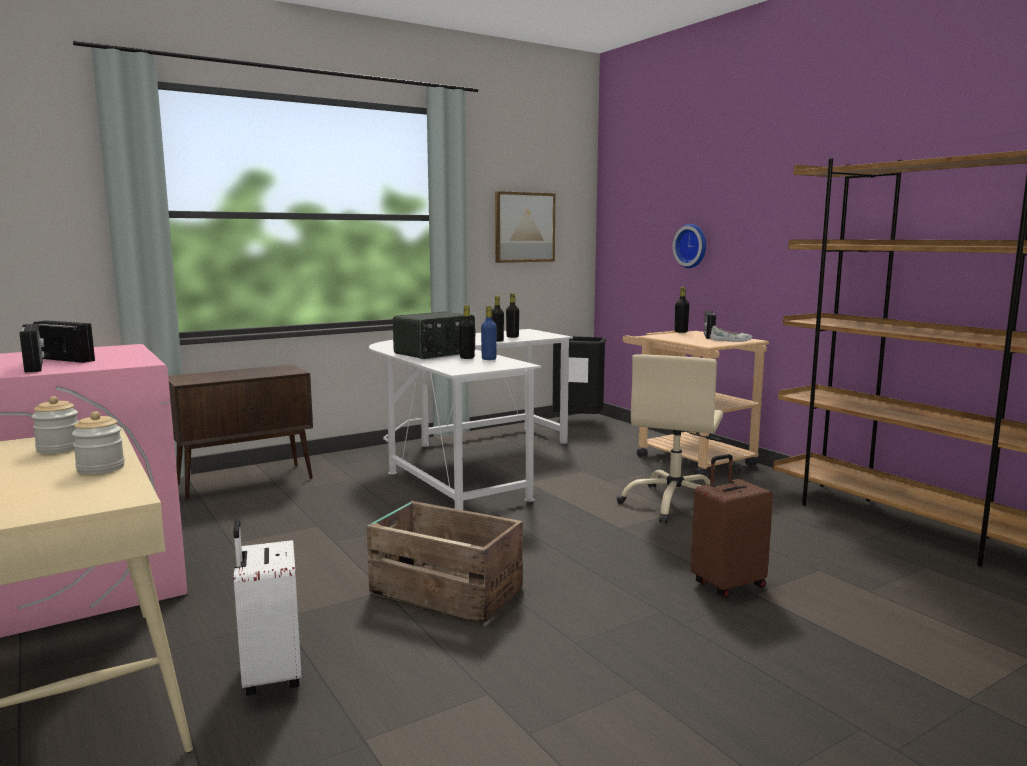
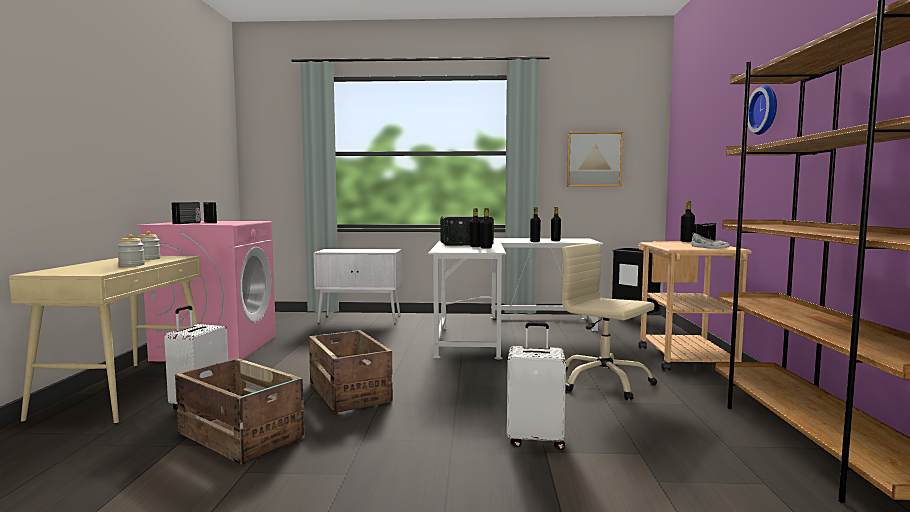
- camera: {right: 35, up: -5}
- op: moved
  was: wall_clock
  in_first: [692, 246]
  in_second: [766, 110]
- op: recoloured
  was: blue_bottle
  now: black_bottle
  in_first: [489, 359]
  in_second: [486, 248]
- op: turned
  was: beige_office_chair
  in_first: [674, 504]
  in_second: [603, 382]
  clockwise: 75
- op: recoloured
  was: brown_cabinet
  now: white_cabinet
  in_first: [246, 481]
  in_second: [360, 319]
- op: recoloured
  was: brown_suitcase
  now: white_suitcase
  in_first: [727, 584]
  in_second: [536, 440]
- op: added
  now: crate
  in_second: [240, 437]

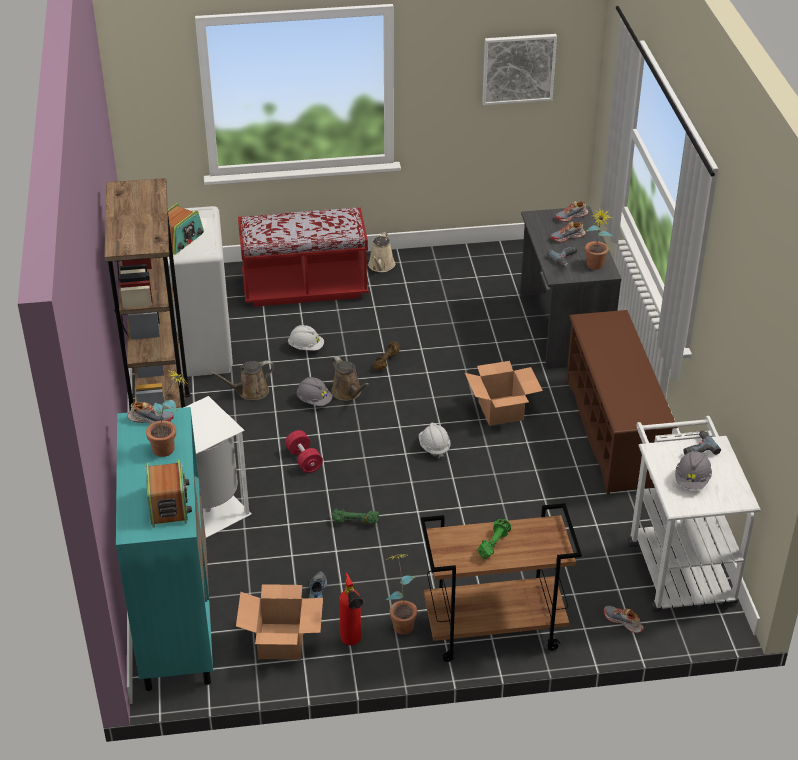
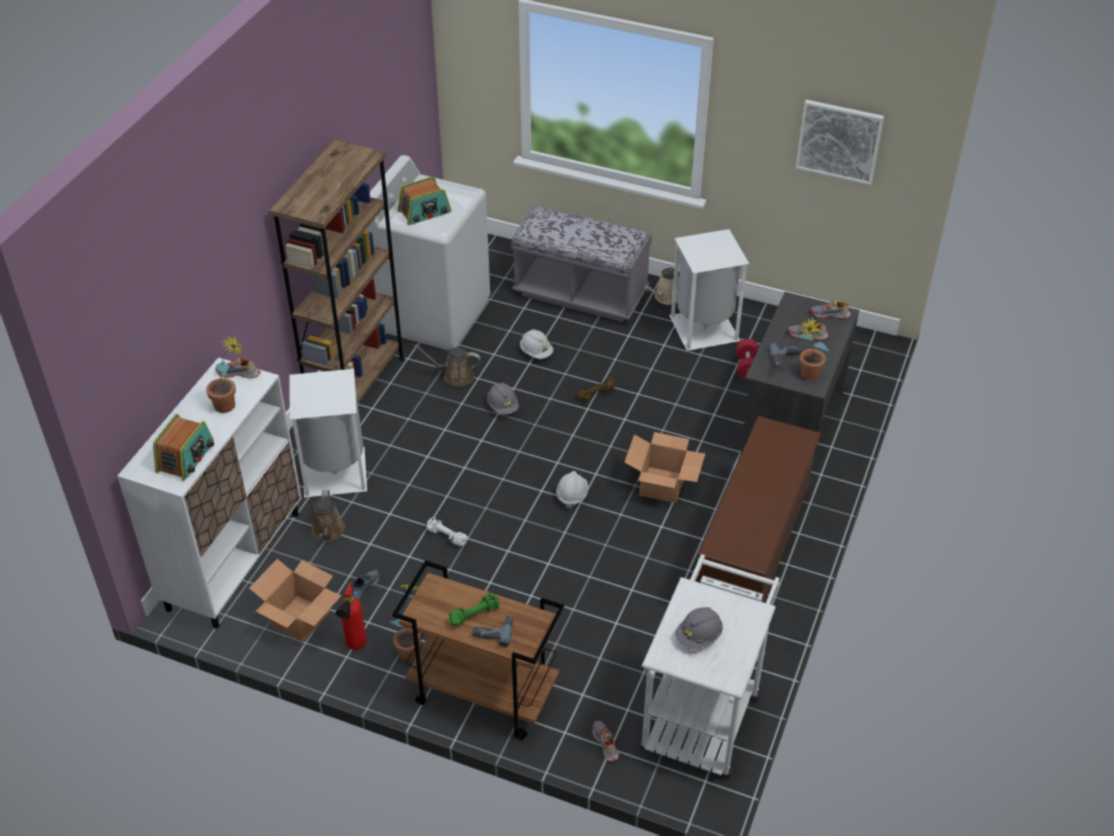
- camera: {right: 30, up: 5}
- op: recoloured
  was: red_bench
  now: grey_bench
  in_first: [305, 287]
  in_second: [580, 294]
- op: moved
  was: brown_watering_can
  in_first: [348, 393]
  in_second: [328, 531]
- op: turned
  was: shoe
  in_first: [151, 419]
  in_second: [238, 373]
  clockwise: 150
- op: recoloured
  was: turquoise_cabinet
  now: white_cabinet
  in_first: [176, 620]
  in_second: [234, 560]
- op: moved
  was: red_dumbbell
  in_first: [304, 460]
  in_second: [747, 367]
- op: moved
  was: power_drill
  in_first: [697, 447]
  in_second: [493, 631]
- op: recoloured
  was: green_dumbbell
  now: white_dumbbell
  in_first: [355, 522]
  in_second: [446, 537]
- op: added
  now: white_trash_can
  in_second: [705, 329]

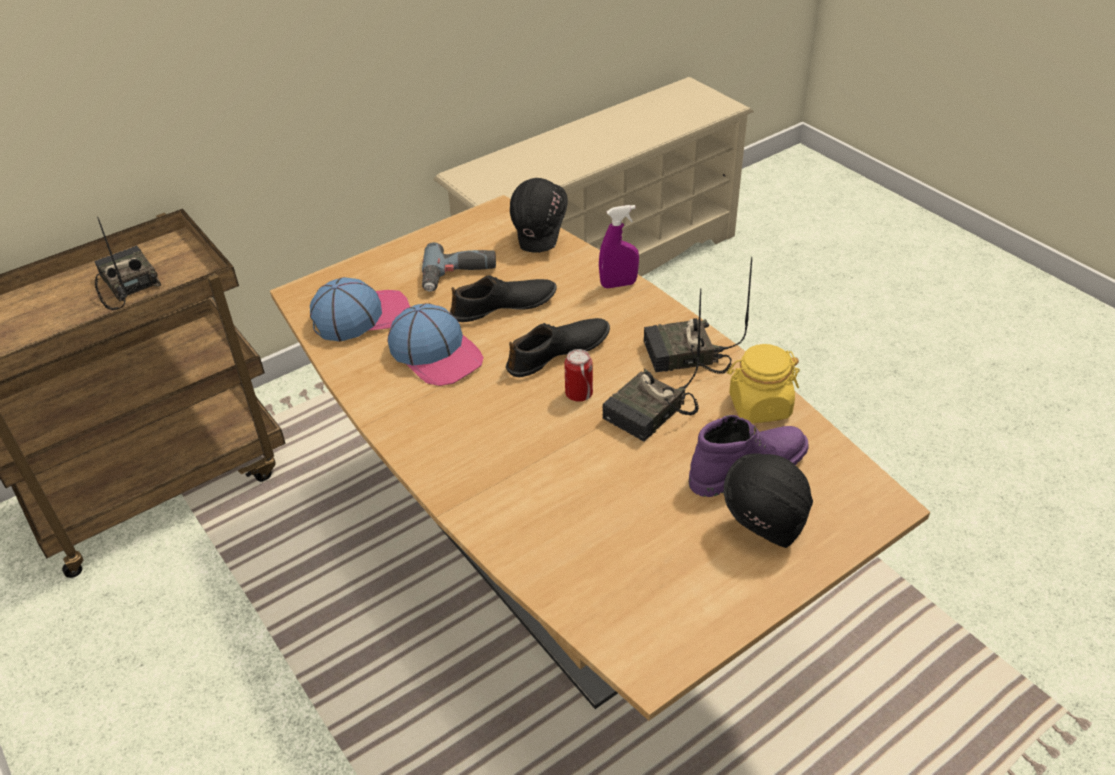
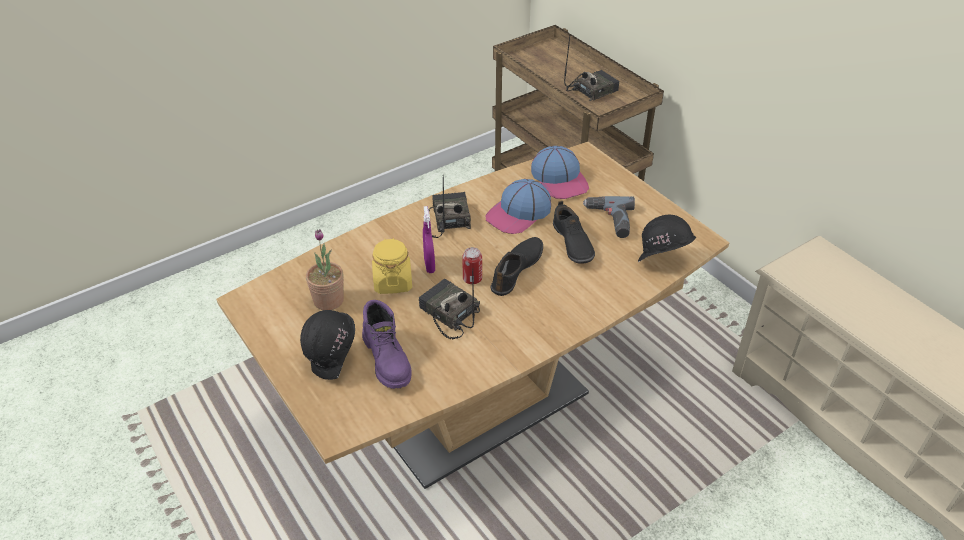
- camera: {right: 90, up: 0}
- op: moved
  was: purple_spray_bottle
  in_first: [618, 284]
  in_second: [429, 265]
- op: moved
  was: radio
  in_first: [685, 357]
  in_second: [447, 219]
- op: turned
  was: black_shoe
  in_first: [558, 353]
  in_second: [517, 270]
  clockwise: -120
- op: moved
  was: yellow_jar
  in_first: [759, 406]
  in_second: [392, 282]
- op: added
  now: potted_plant
  in_second: [328, 300]

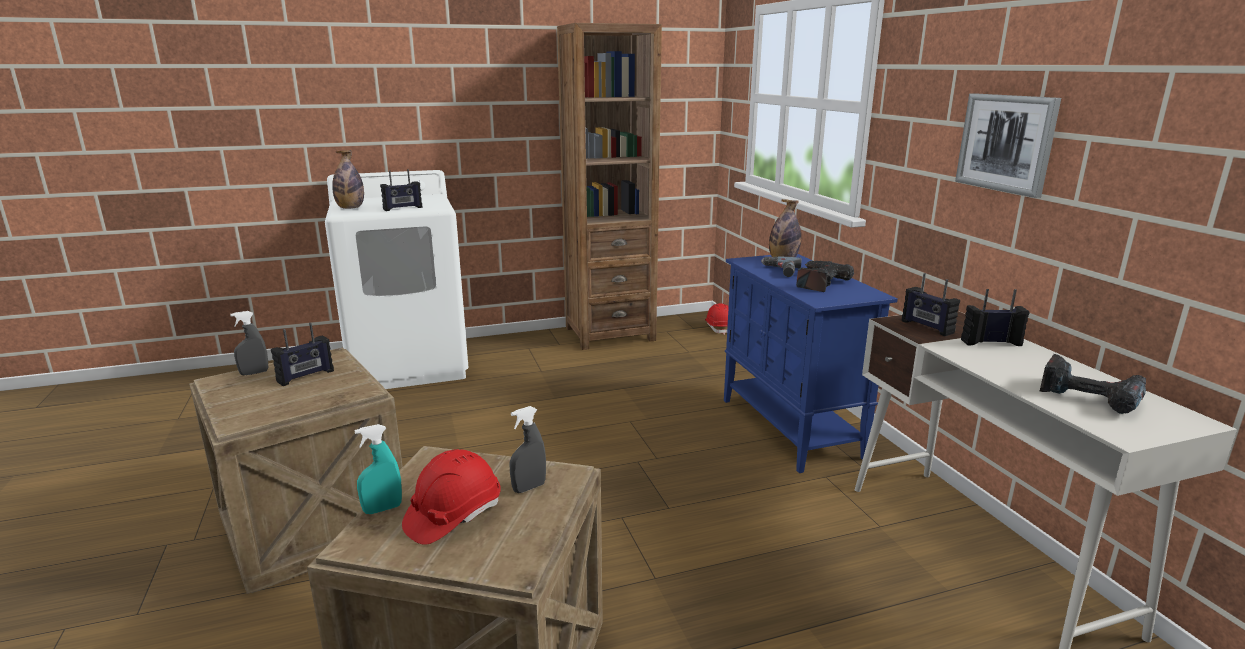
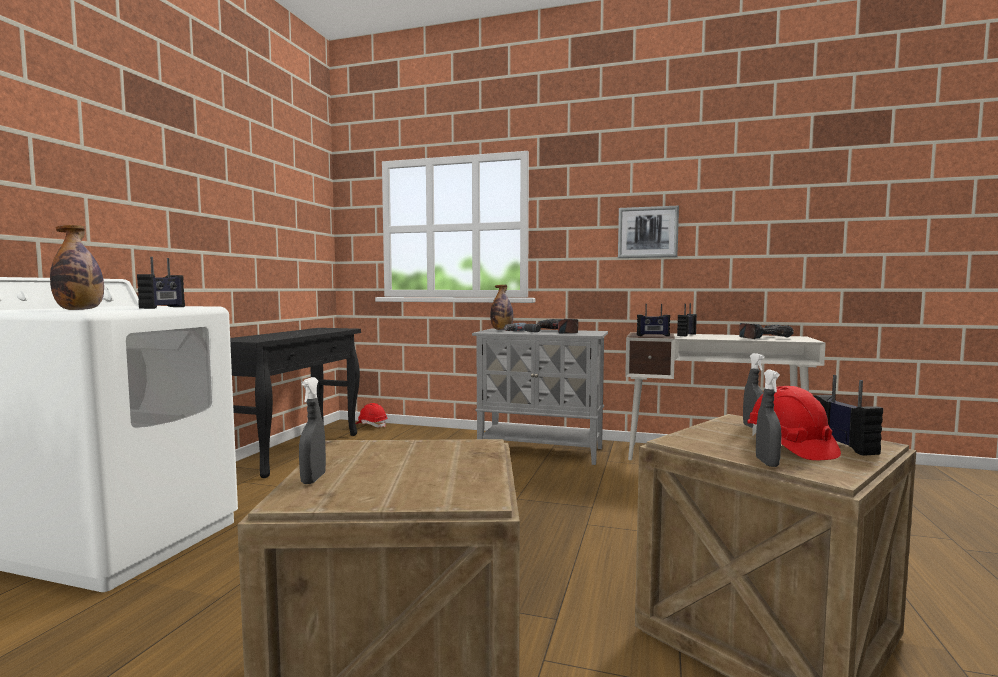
- camera: {right: -55, up: -15}
- op: replaced
  was: brown_bookcase
  now: black_console_table
  in_first: [609, 334]
  in_second: [296, 451]
- op: recoloured
  was: blue_cabinet
  now: grey_cabinet
  in_first: [791, 428]
  in_second: [542, 451]
- op: moved
  was: radio
  in_first: [306, 376]
  in_second: [844, 445]
- op: recoloured
  was: turquoise_spray_bottle
  now: grey_spray_bottle
  in_first: [382, 509]
  in_second: [767, 462]

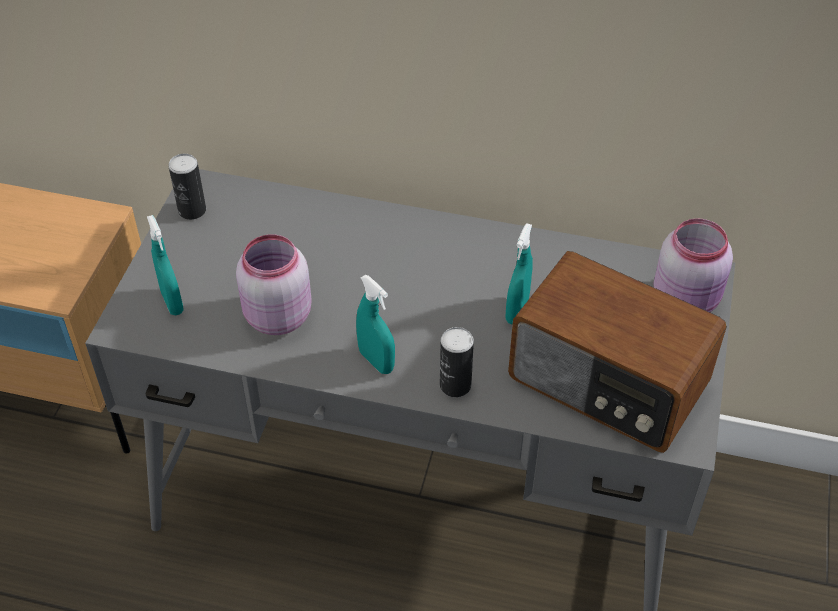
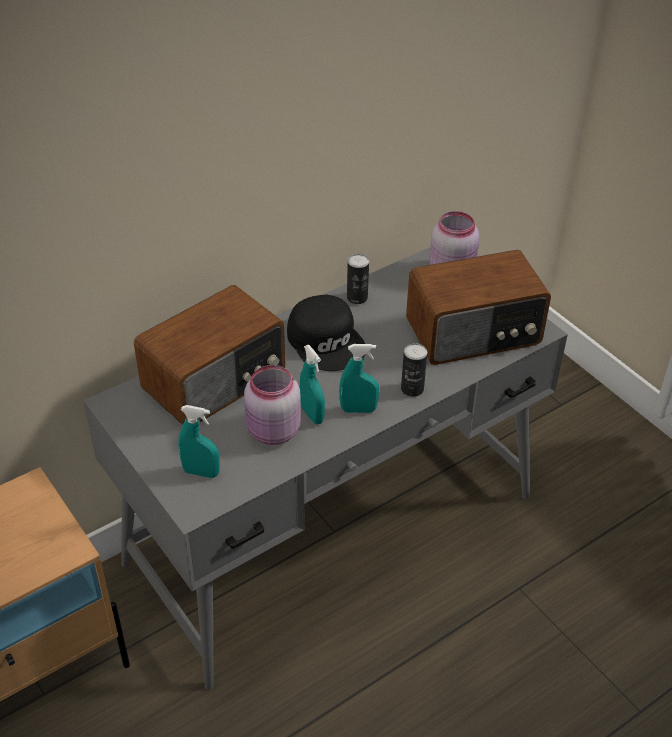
- camera: {right: -50, up: -5}
- op: moved
  was: can
  in_first: [192, 210]
  in_second: [357, 298]
- op: moved
  was: turquoise_spray_bottle
  in_first: [517, 311]
  in_second: [312, 414]
- op: added
  now: radio
  in_second: [216, 381]
- op: added
  now: black_cap
  in_second: [327, 340]

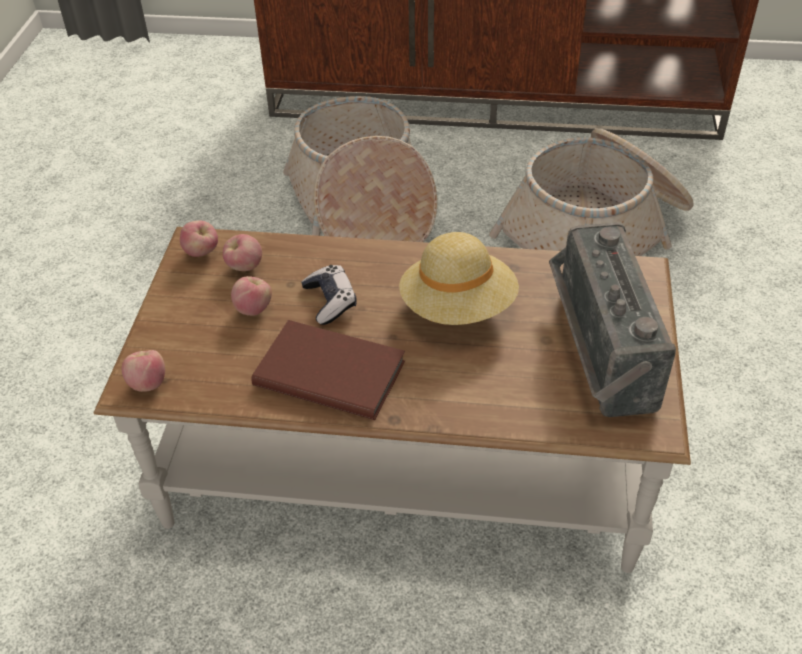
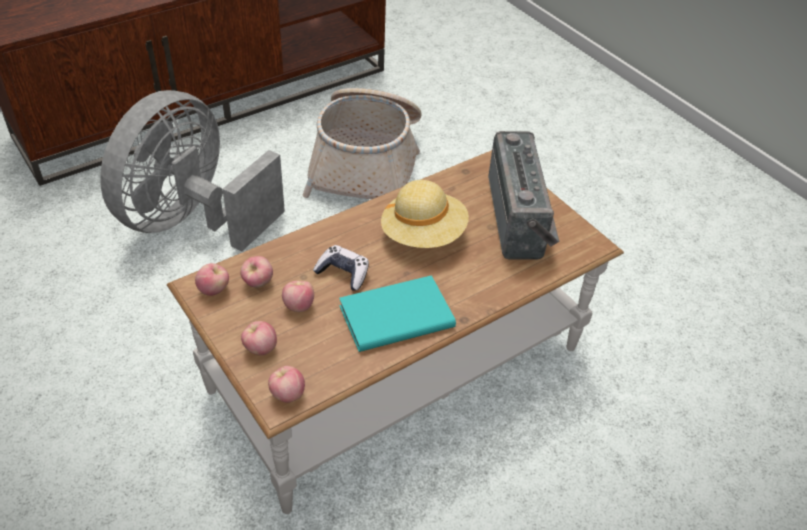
- camera: {right: -45, up: 0}
- op: replaced
  was: basket
  now: grey_fan
  in_first: [361, 208]
  in_second: [192, 221]
- op: turned
  was: radio
  in_first: [596, 349]
  in_second: [521, 217]
  clockwise: -135
- op: recoloured
  was: brown_book
  now: turquoise_book
  in_first: [329, 371]
  in_second: [394, 315]
- op: added
  now: apple
  in_second: [260, 349]

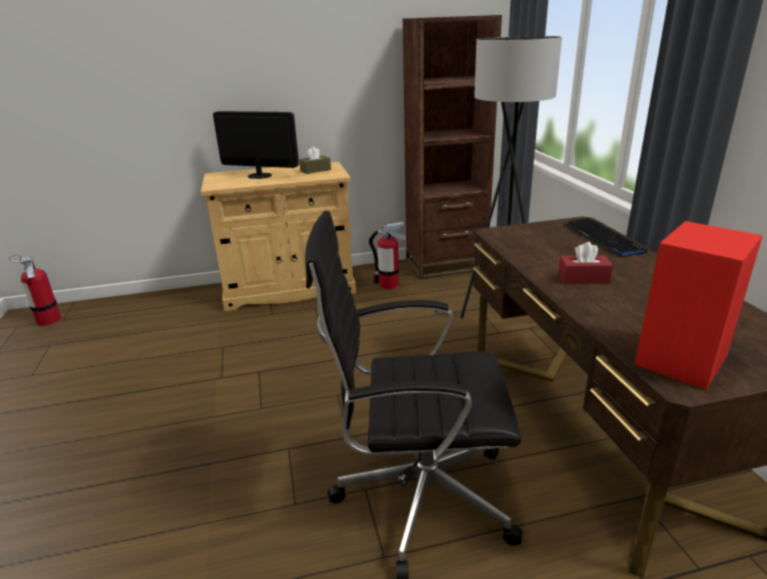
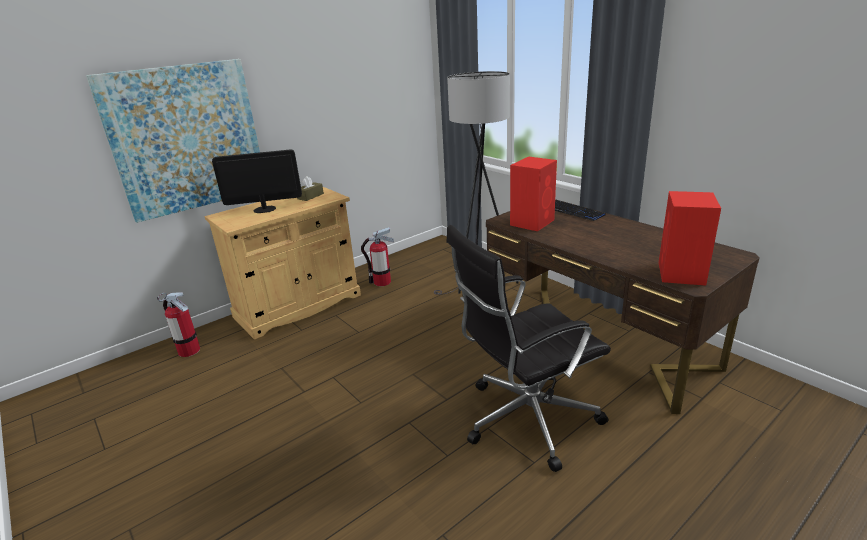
- camera: {right: -25, up: 0}
- op: removed
  was: brown_bookcase
  in_first: [446, 265]
- op: removed
  was: red_tissue_box
  in_first: [583, 278]
- op: moved
  was: fire_extinguisher
  in_first: [48, 320]
  in_second: [188, 350]
- op: added
  now: picture
  in_second: [187, 139]
- op: added
  now: red_speaker
  in_second: [532, 222]

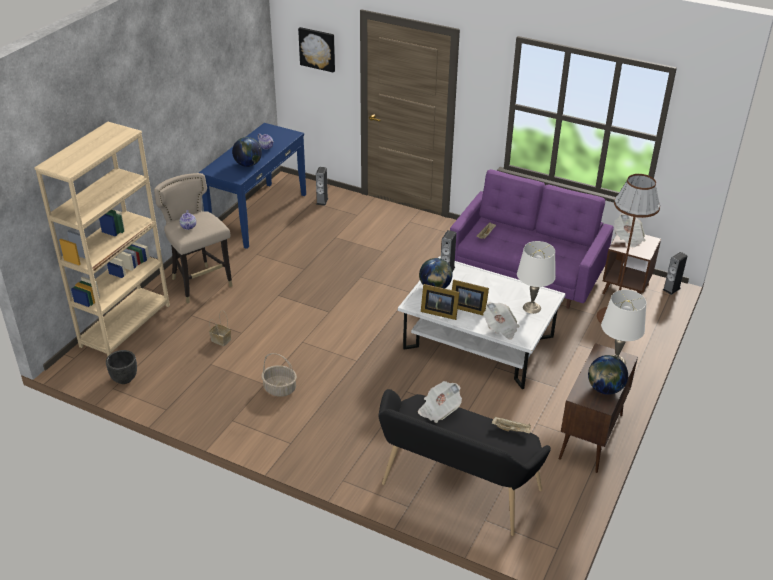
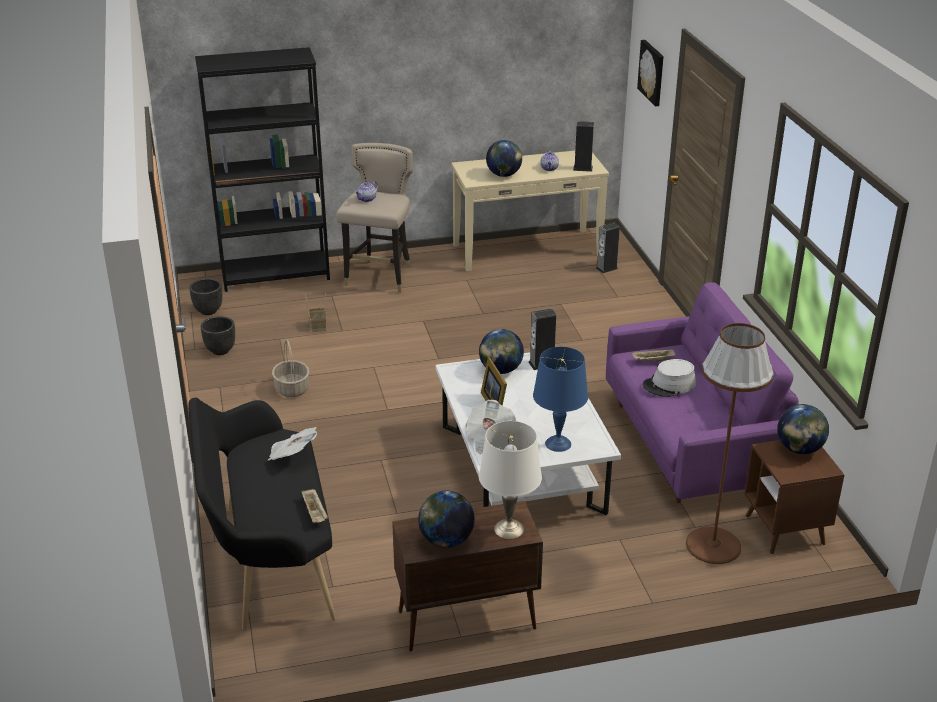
- camera: {right: 50, up: -5}
- op: recoloured
  was: beige_bookcase
  now: black_bookcase
  in_first: [125, 325]
  in_second: [275, 275]
- op: recoloured
  was: blue_console_table
  now: beige_console_table
  in_first: [258, 214]
  in_second: [527, 249]
- op: replaced
  was: newspaper
  now: globe
  in_first: [628, 238]
  in_second: [799, 449]
- op: recoloured
  was: white_table_lamp
  now: blue_table_lamp
  in_first: [531, 308]
  in_second: [557, 443]
- op: moved
  was: speaker
  in_first: [671, 289]
  in_second: [583, 168]
- op: removed
  was: picture_frame
  in_first: [438, 312]
- op: added
  now: black_planter
  in_second: [220, 350]
- op: added
  now: grey_hat
  in_second: [669, 385]

